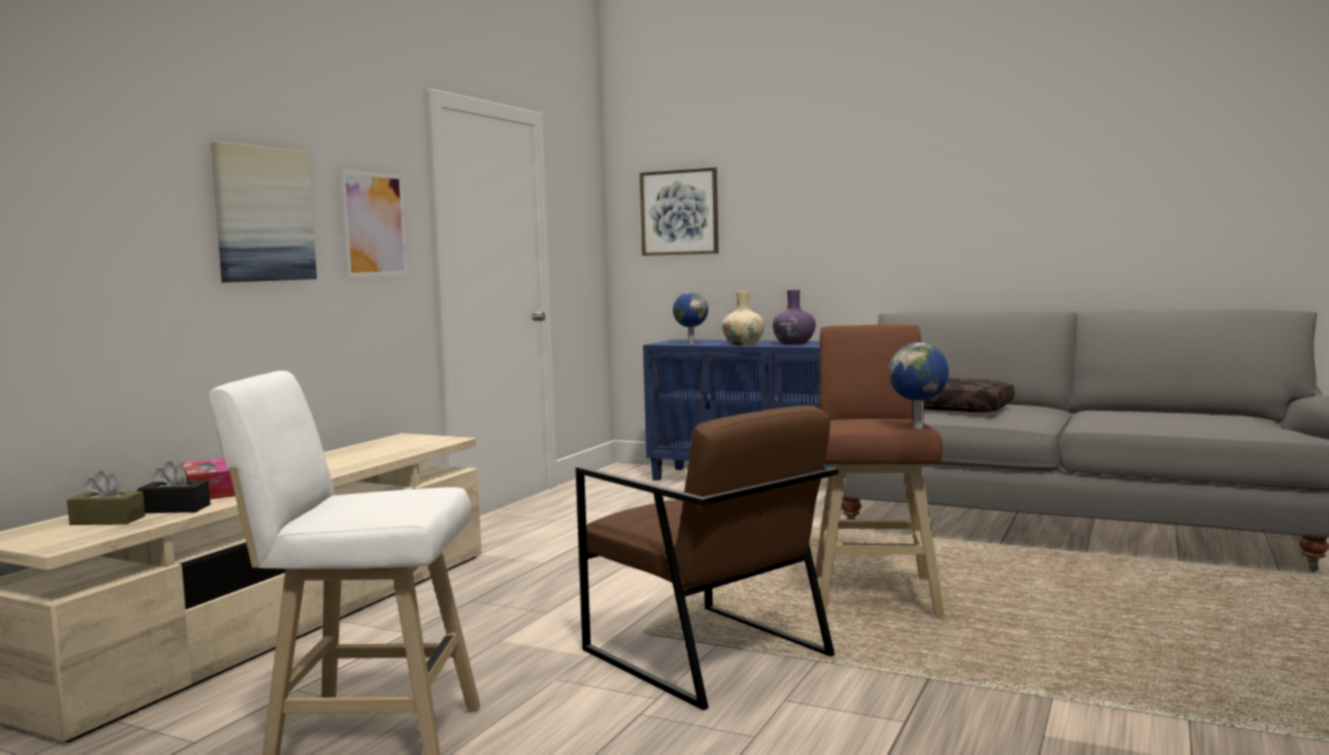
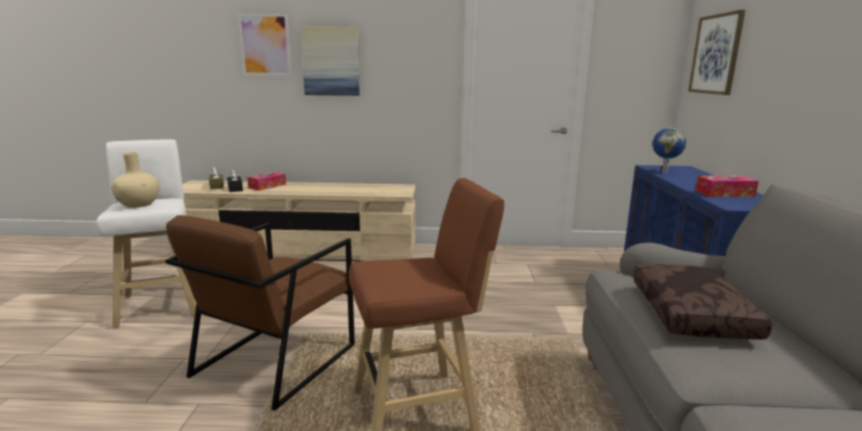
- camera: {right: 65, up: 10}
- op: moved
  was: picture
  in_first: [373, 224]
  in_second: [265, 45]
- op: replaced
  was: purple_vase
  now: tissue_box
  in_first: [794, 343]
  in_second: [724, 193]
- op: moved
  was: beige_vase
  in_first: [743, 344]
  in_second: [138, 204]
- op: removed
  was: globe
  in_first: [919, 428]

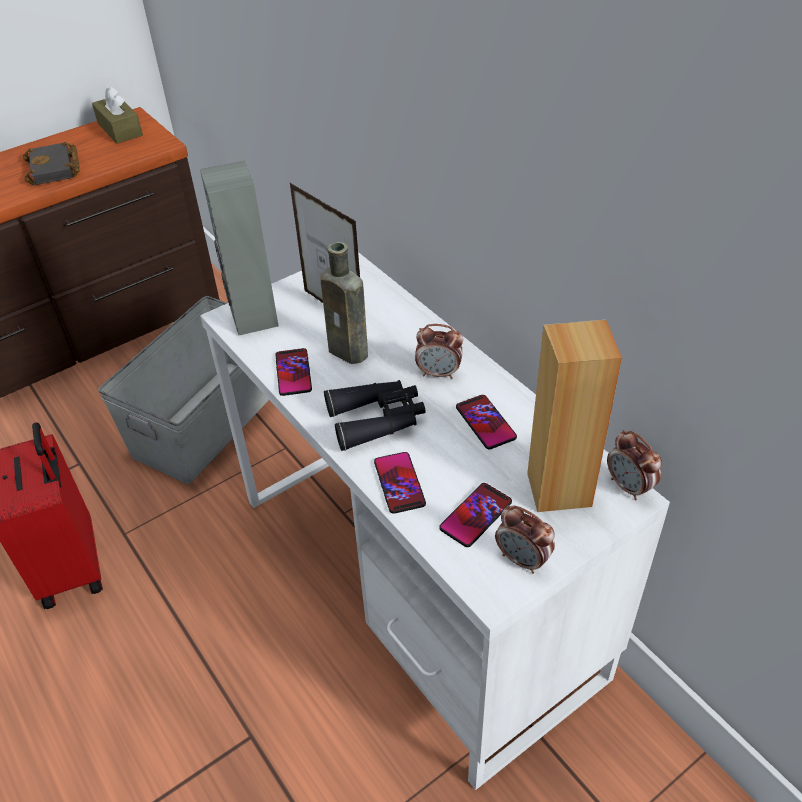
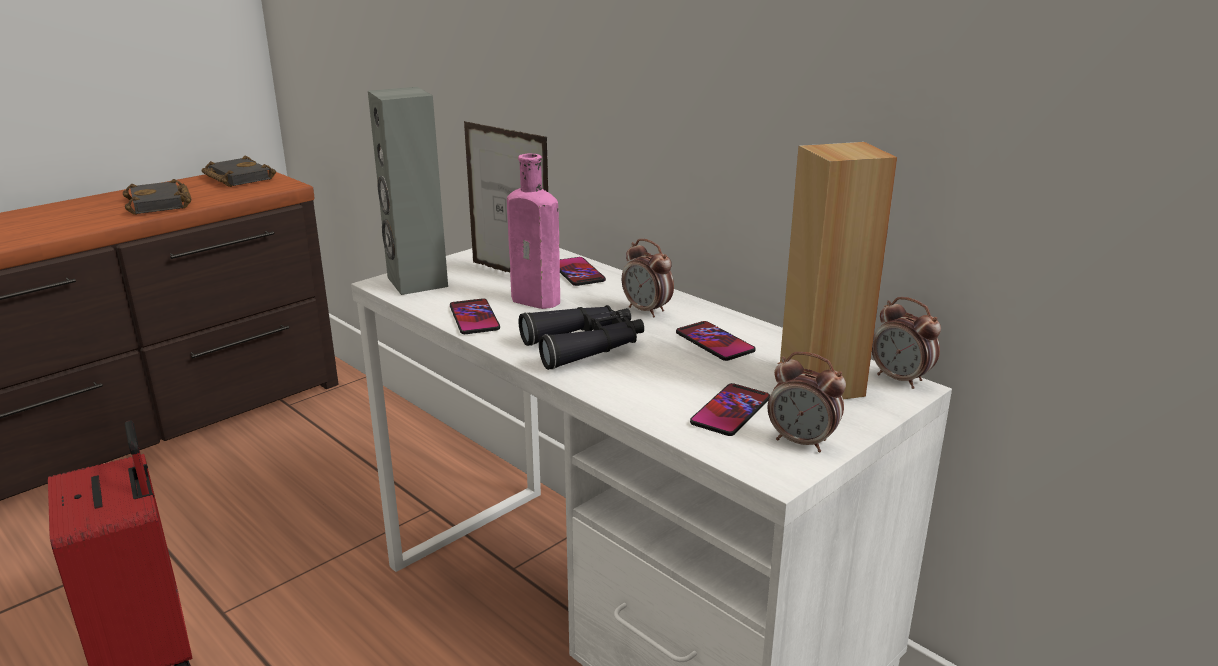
- camera: {right: -10, up: -20}
- op: replaced
  was: brown_tissue_box
  now: black_book
  in_first: [120, 129]
  in_second: [236, 178]
- op: recoloured
  was: brown_bottle
  now: pink_bottle
  in_first: [350, 352]
  in_second: [539, 301]
- op: removed
  was: grey_storage_box
  in_first: [211, 419]
- op: turned
  was: alarm_clock
  in_first: [439, 373]
  in_second: [647, 311]
  clockwise: 45
- op: moved
  was: phone
  in_first: [399, 483]
  in_second: [578, 273]

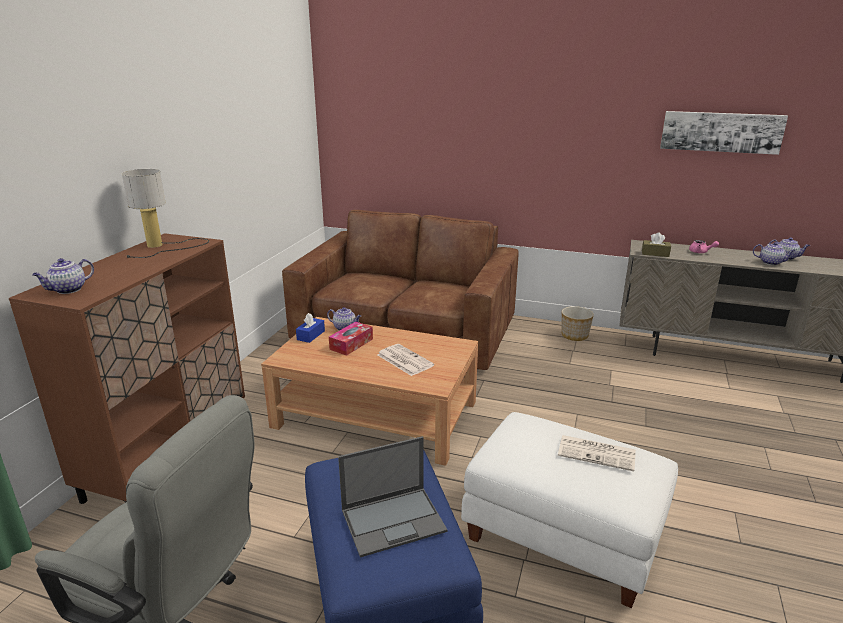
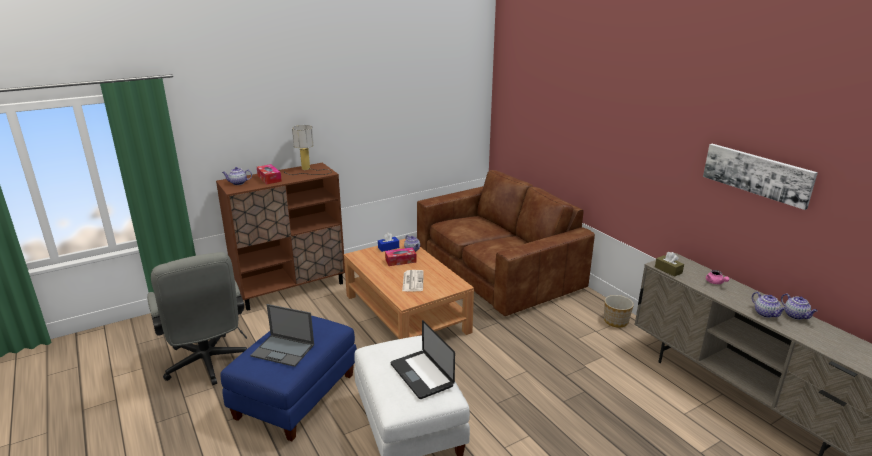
- camera: {right: 40, up: 0}
- op: replaced
  was: newspaper
  now: laptop
  in_first: [597, 453]
  in_second: [421, 375]
- op: added
  now: tissue_box
  in_second: [269, 178]

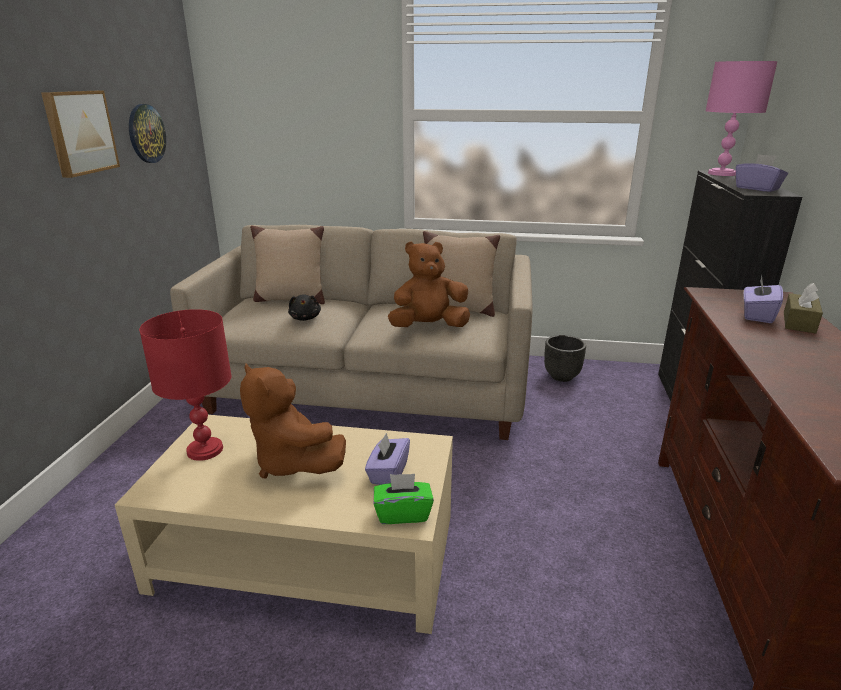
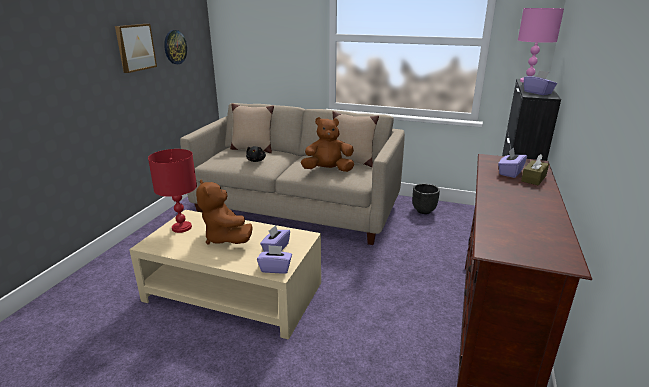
- camera: {right: 10, up: 0}
- op: recoloured
  was: green_tissue_box
  now: purple_tissue_box
  in_first: [403, 513]
  in_second: [275, 268]

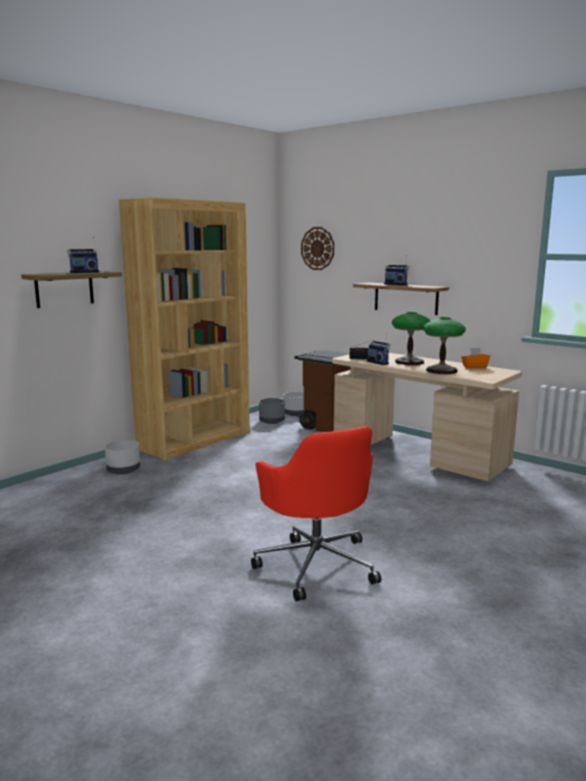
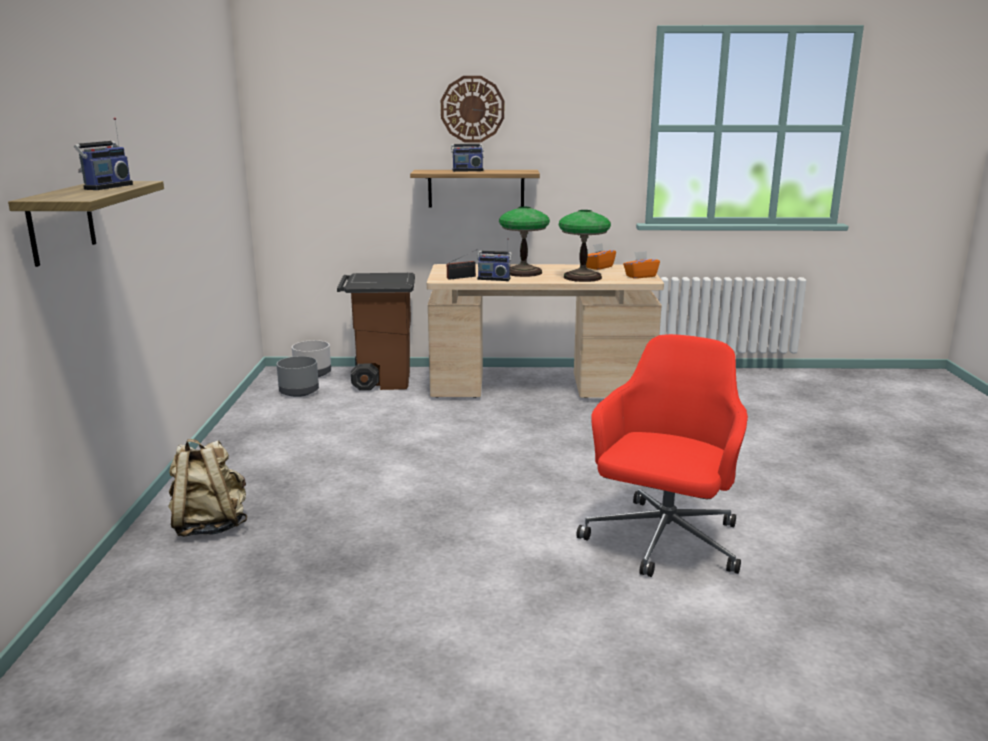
- camera: {right: -40, up: 5}
- op: removed
  was: brown_bookcase
  in_first: [195, 440]
- op: moved
  was: wall_clock
  in_first: [317, 248]
  in_second: [472, 109]
- op: turned
  was: red_office_chair
  in_first: [316, 564]
  in_second: [663, 542]
  clockwise: -90
- op: replaced
  was: grey_planter
  now: beige_backpack
  in_first: [123, 470]
  in_second: [210, 526]
- op: added
  now: orange_tissue_box
  in_second: [640, 276]

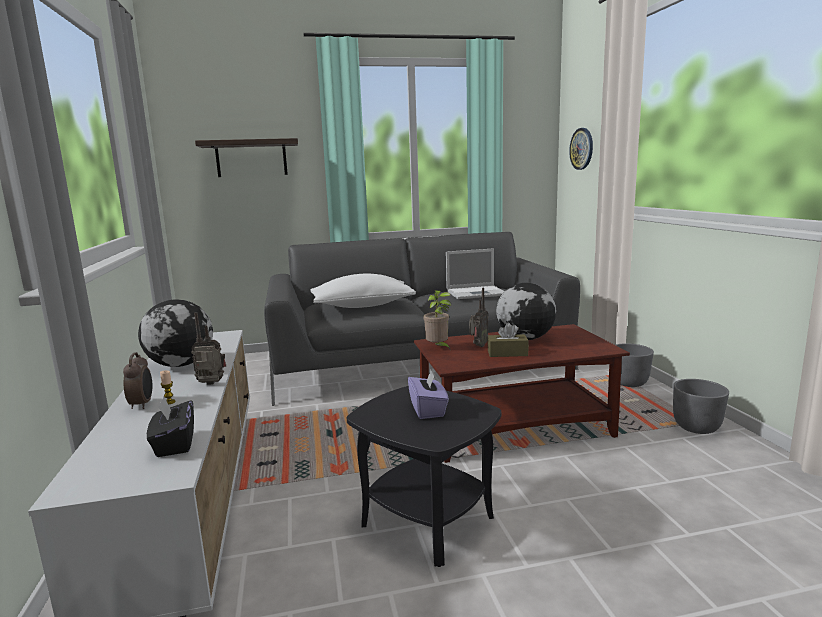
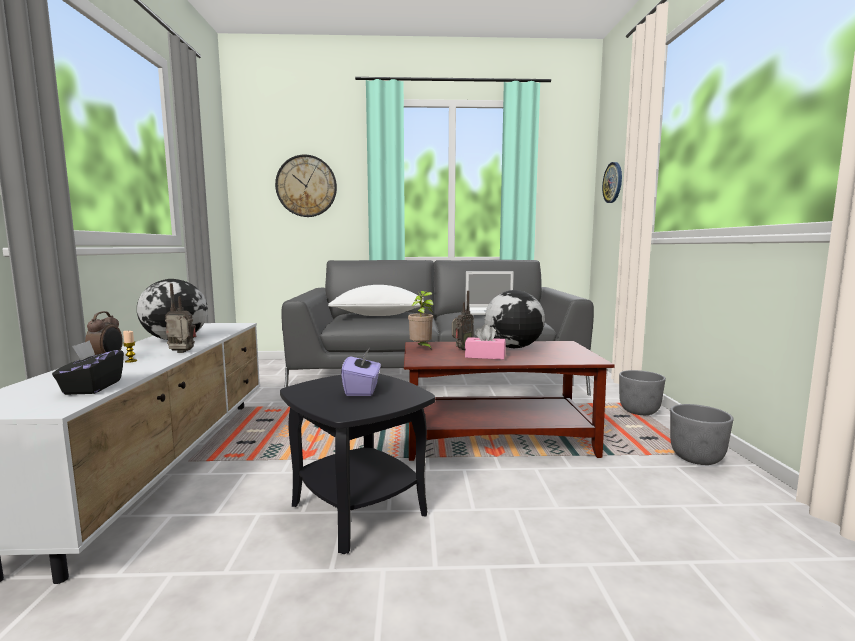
- camera: {right: 10, up: -5}
- op: replaced
  was: shelf
  now: wall_clock
  in_first: [251, 159]
  in_second: [306, 186]
- op: recoloured
  was: brown_tissue_box
  now: pink_tissue_box
  in_first: [507, 353]
  in_second: [485, 356]

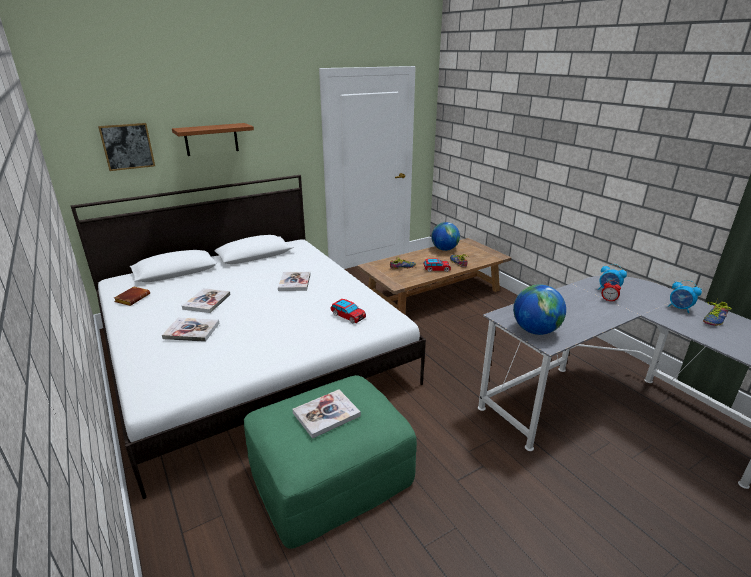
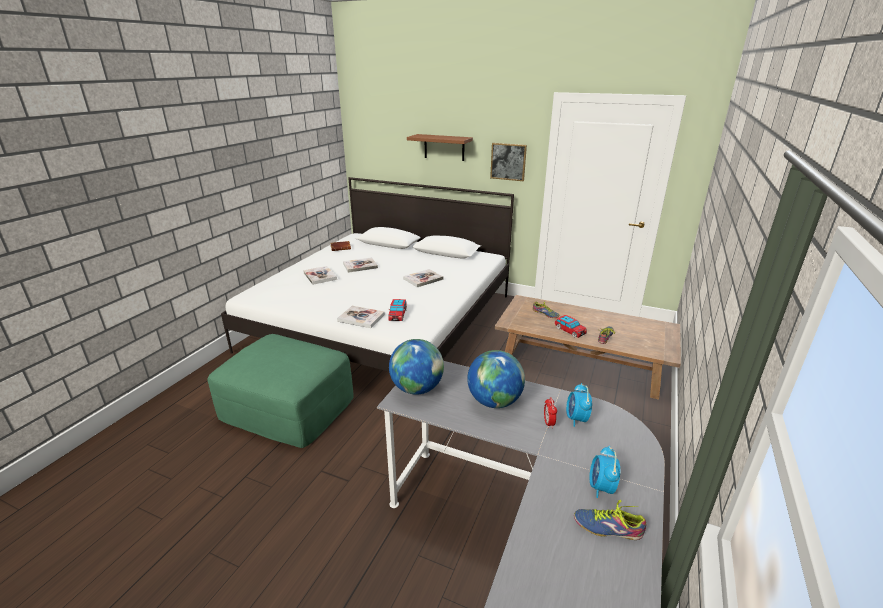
- camera: {right: 55, up: 0}
- op: moved
  was: picture
  in_first: [127, 146]
  in_second: [508, 161]
- op: moved
  was: globe
  in_first: [444, 249]
  in_second: [494, 401]
- op: moved
  was: book
  in_first: [326, 414]
  in_second: [361, 318]

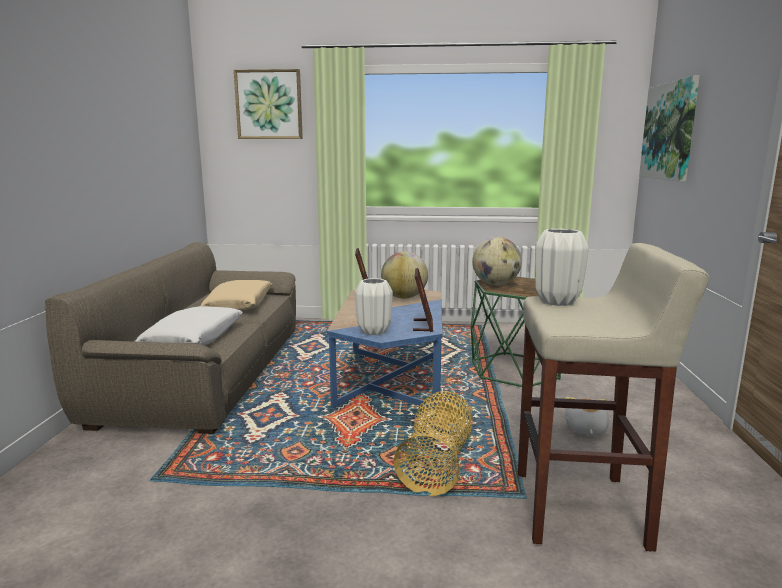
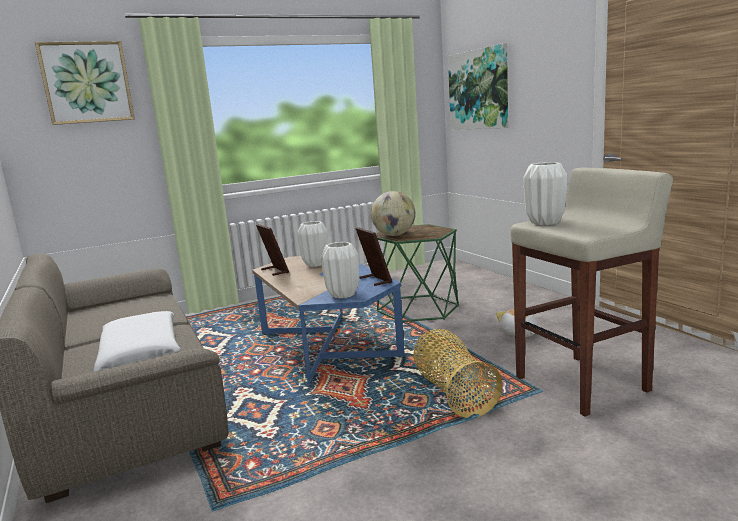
- camera: {right: -30, up: 0}
- op: replaced
  was: globe
  now: white_vase
  in_first: [404, 297]
  in_second: [315, 264]
- op: removed
  was: beige_pillow
  in_first: [239, 304]

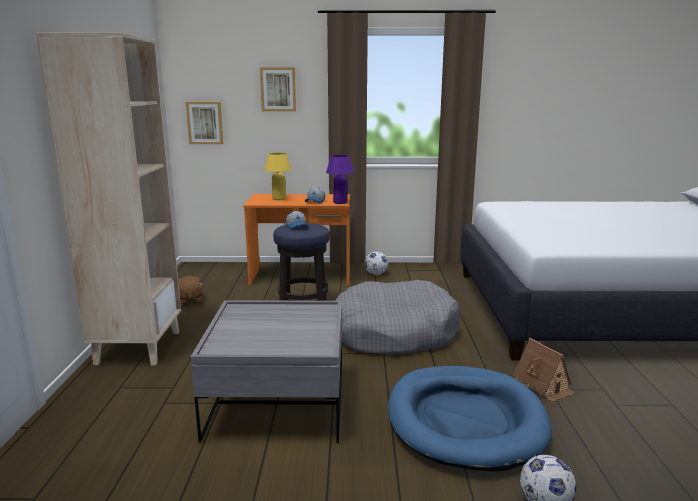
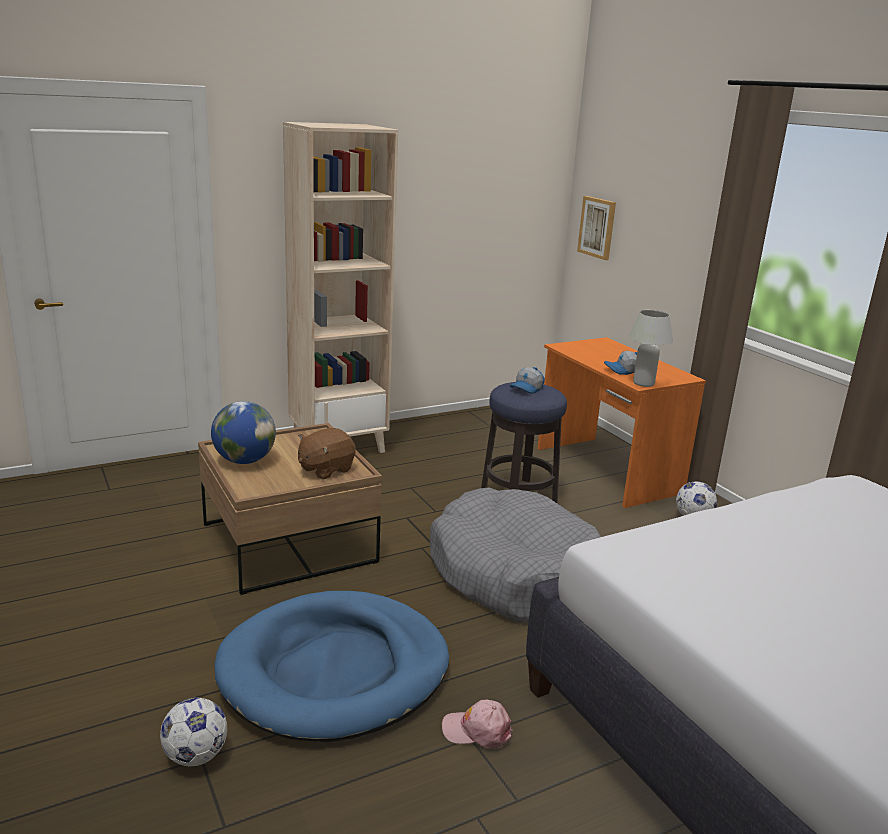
- camera: {right: 60, up: 5}
- op: removed
  was: picture
  in_first: [278, 89]
- op: removed
  was: yellow_table_lamp
  in_first: [279, 199]
- op: recoloured
  was: purple_table_lamp
  now: white_table_lamp
  in_first: [340, 202]
  in_second: [643, 383]
- op: moved
  was: brown_plush_toy
  in_first: [190, 300]
  in_second: [325, 469]
- op: recoloured
  was: grey_coffee_table
  now: brown_coffee_table
  in_first: [278, 404]
  in_second: [289, 543]
- op: replaced
  was: toy_house
  now: pink_cap
  in_first: [543, 385]
  in_second: [477, 730]
- op: added
  now: globe
  in_second: [244, 461]

